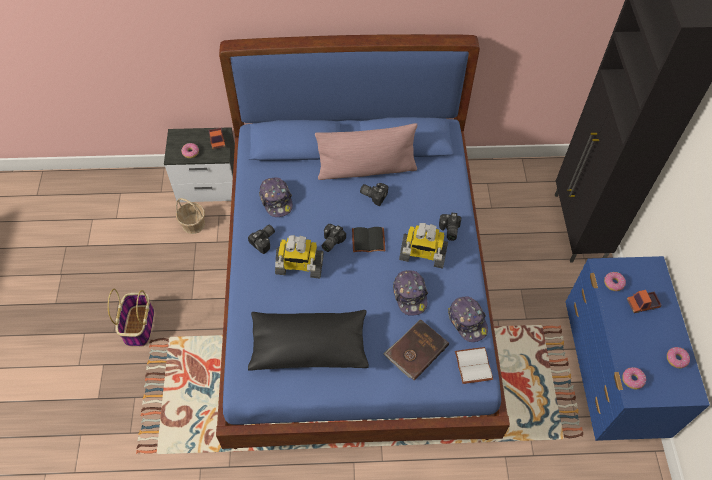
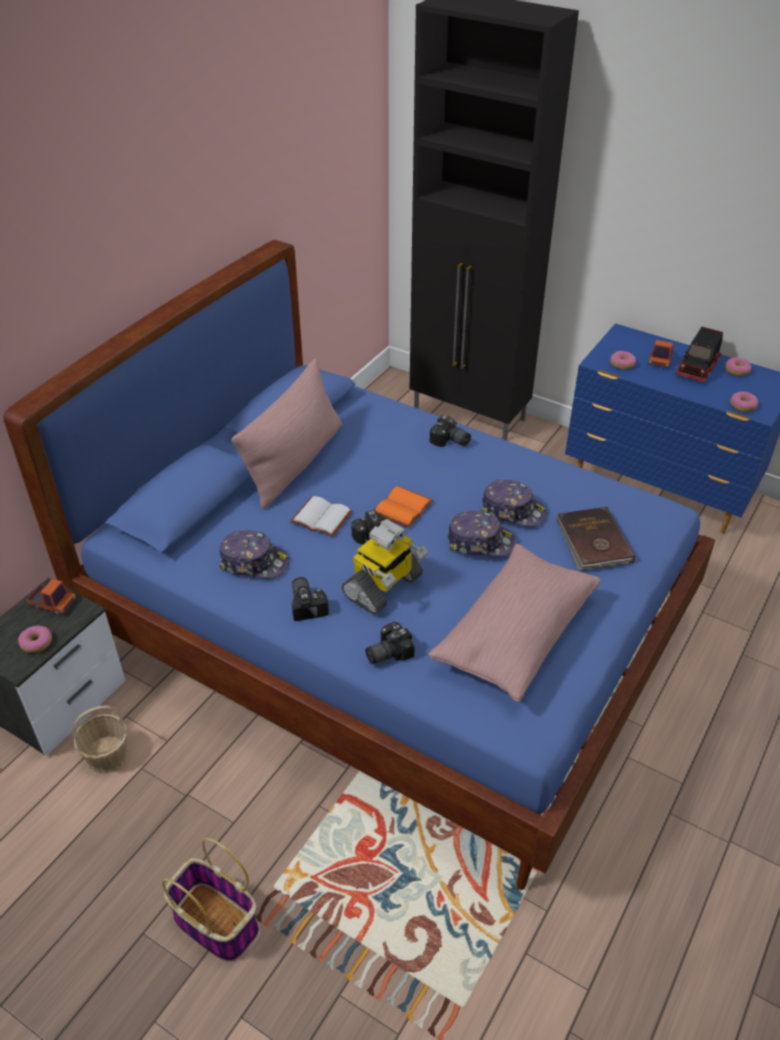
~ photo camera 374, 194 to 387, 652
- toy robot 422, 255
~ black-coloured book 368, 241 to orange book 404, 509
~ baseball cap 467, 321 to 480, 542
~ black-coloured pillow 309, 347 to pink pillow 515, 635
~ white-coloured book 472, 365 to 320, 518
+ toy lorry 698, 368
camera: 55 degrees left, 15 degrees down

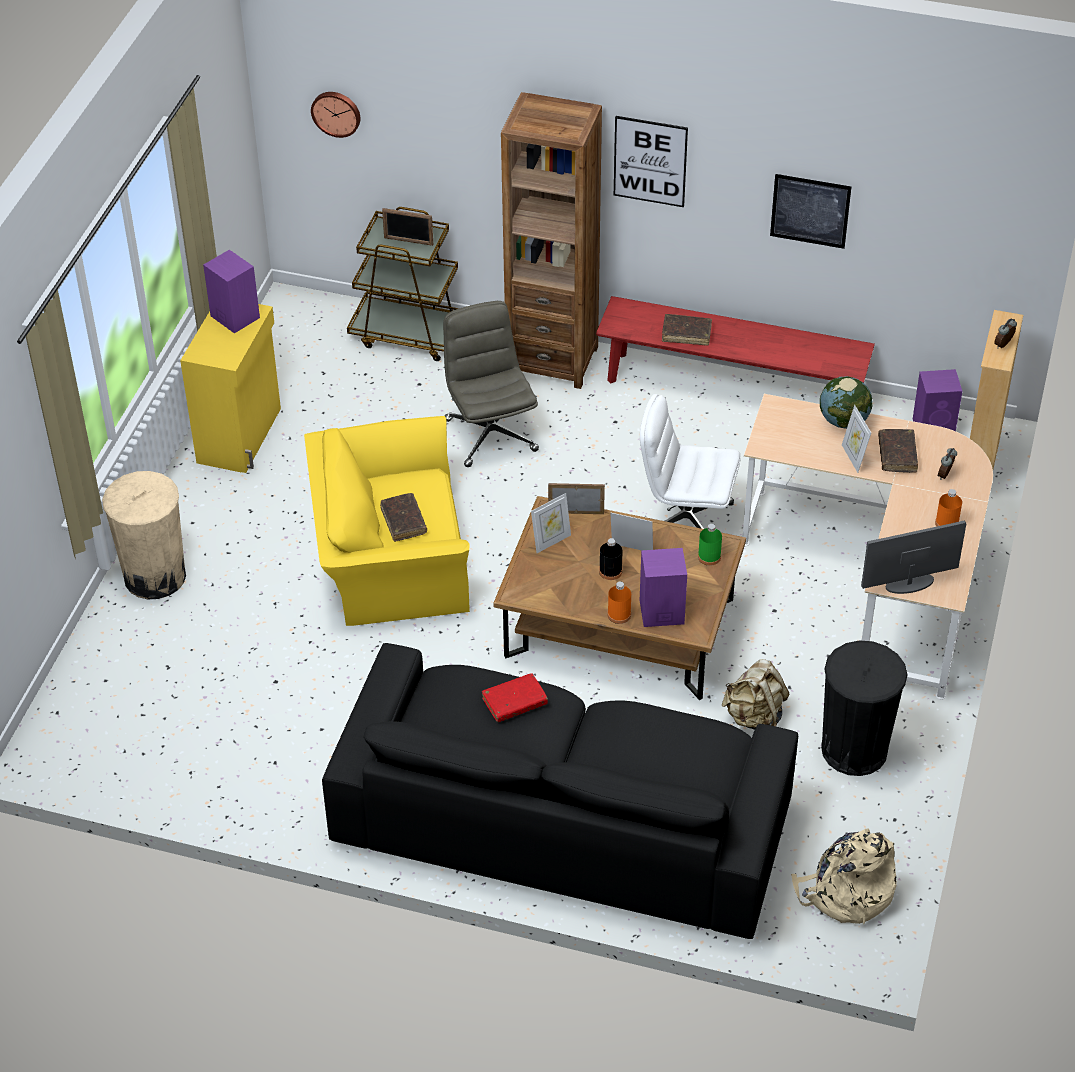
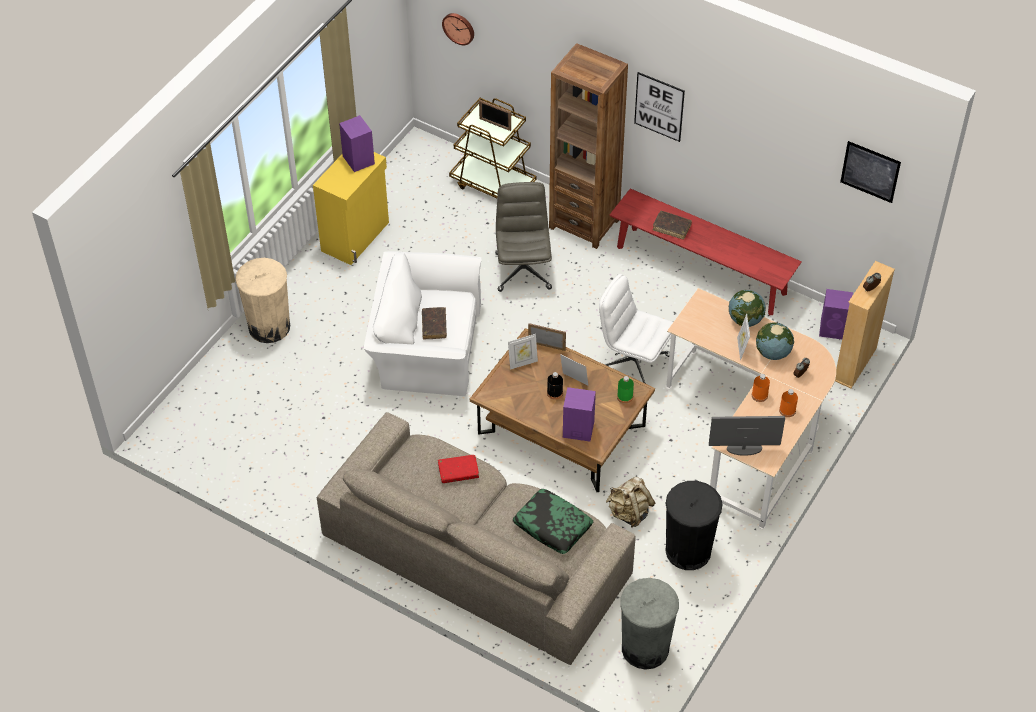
~ wall art 810, 210 to 870, 171
~ yellow lounge chair 389, 555 to white-coloured lounge chair 426, 344
~ brown book 897, 455 to globe 772, 353
~ orange drink bottle 619, 615 to 759, 395
~ black-coloured settee 563, 818 to beige settee 477, 553
~ beige knapsack 846, 893 to gray trash can 645, 648
+ pillow 552, 526
camera: 15 degrees right, 5 degrees up

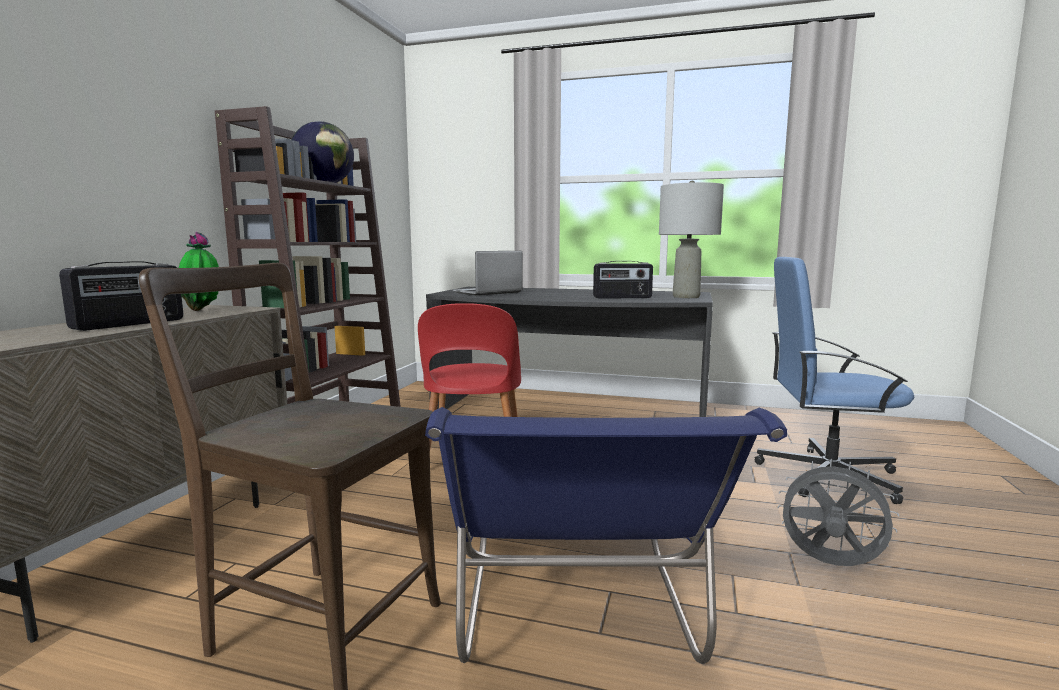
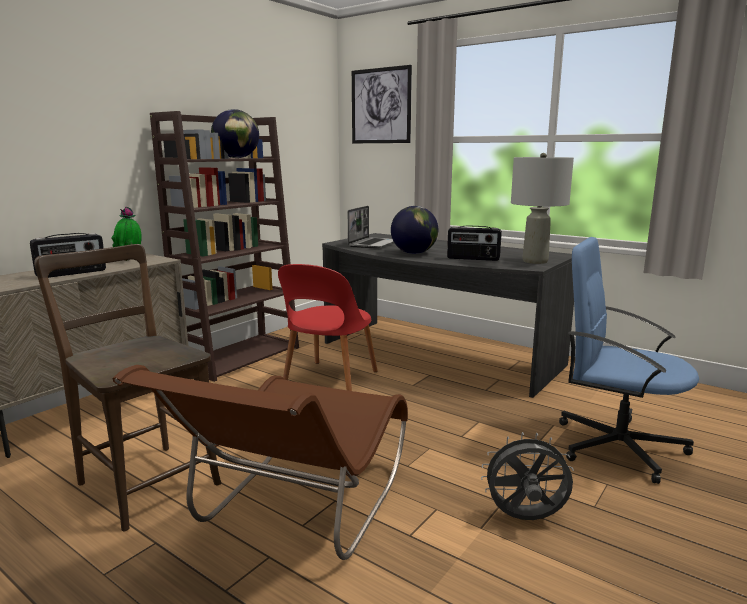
~ laptop 487, 292 = 373, 244 135 degrees clockwise
~ blue upright chair 576, 620 to brown upright chair 295, 513
~ gray fan 829, 565 = 525, 519 45 degrees counterclockwise
+ wall art 380, 106
+ globe 414, 253
camera: 20 degrees right, 5 degrees up

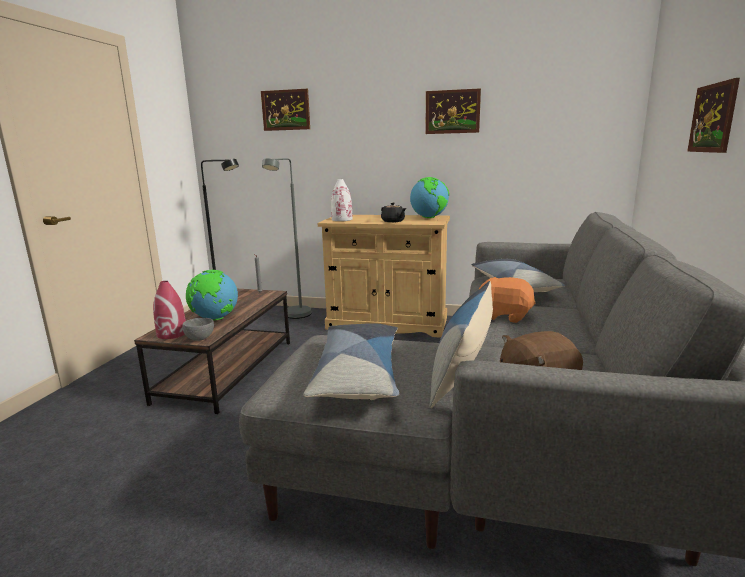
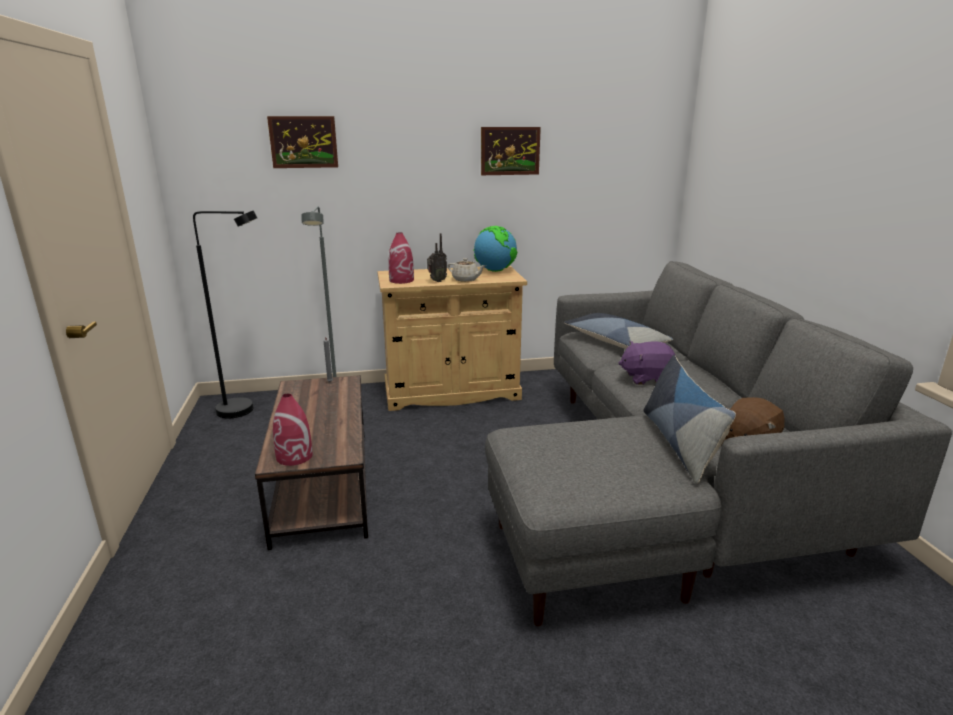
- wall art 713, 118
~ white-coloured flower vase 342, 219 to reddish flower vase 401, 280
~ black-coloured tea pot 393, 221 to beige tea pot 466, 279
- globe 215, 319
~ orange soft toy 504, 316 to purplish soft toy 646, 378
- gray deep dish 199, 339
- pillow 358, 373
+ radio 436, 281
camera: 25 degrees left, 5 degrees up

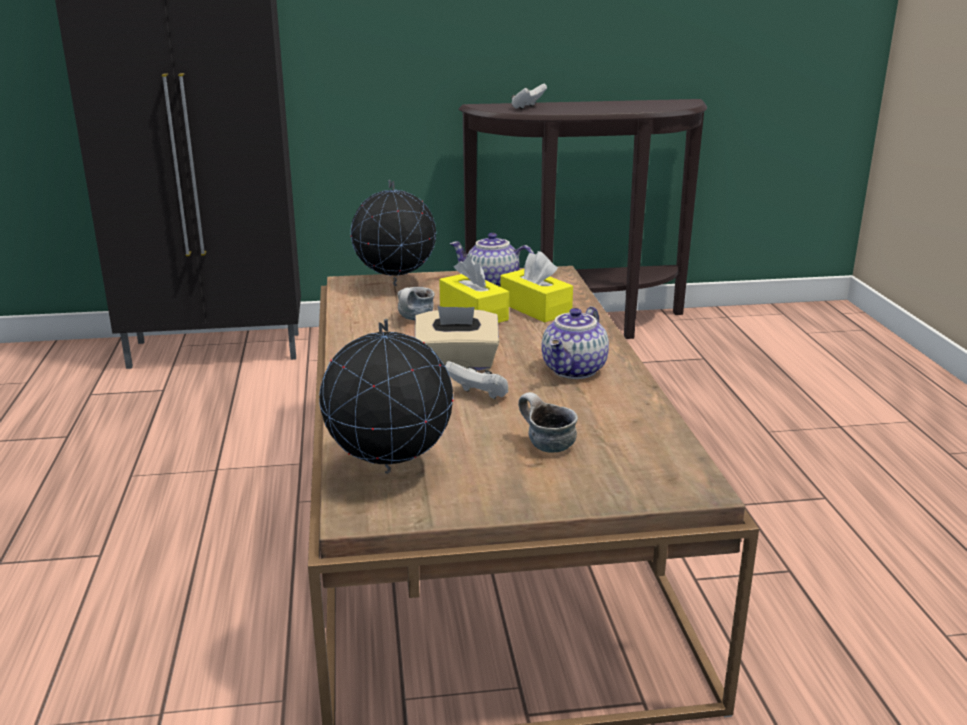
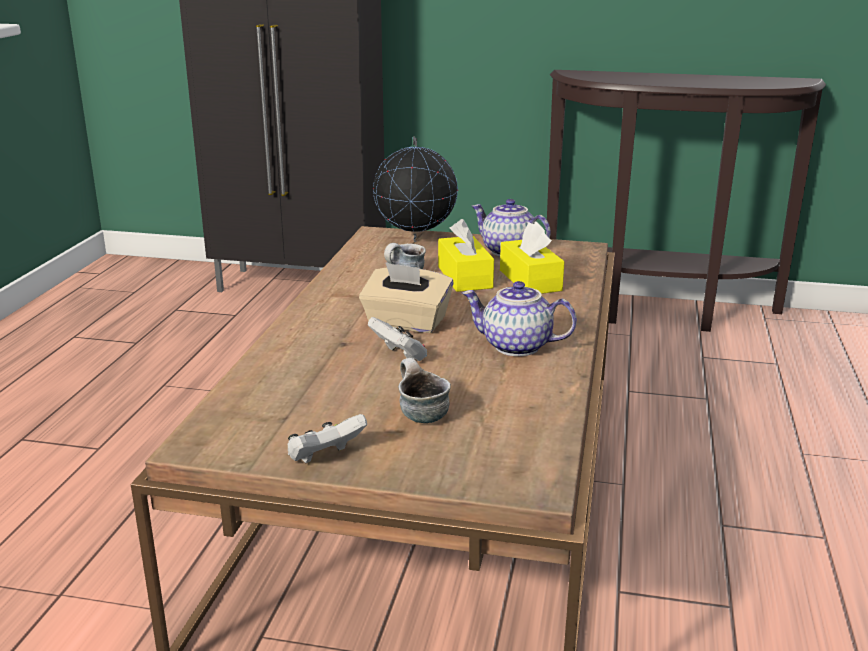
~ white-coloured gamepad 527, 108 to 325, 457
~ tea pot 575, 370 = 515, 347 60 degrees clockwise
- globe 390, 472
camera: 20 degrees right, 0 degrees up

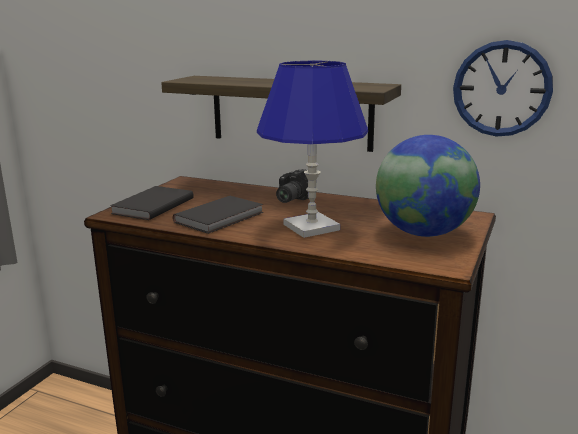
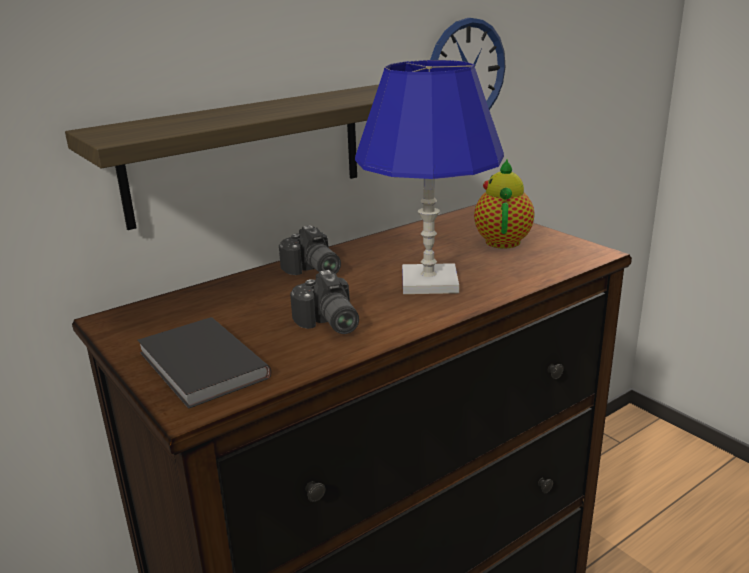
~ globe 423, 233 to tea pot 502, 240
~ black-coloured book 221, 217 to photo camera 327, 324
camera: 60 degrees left, 5 degrees up

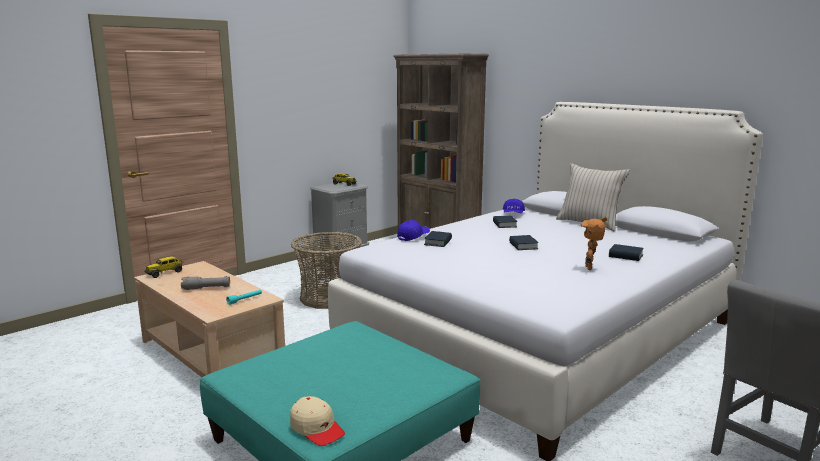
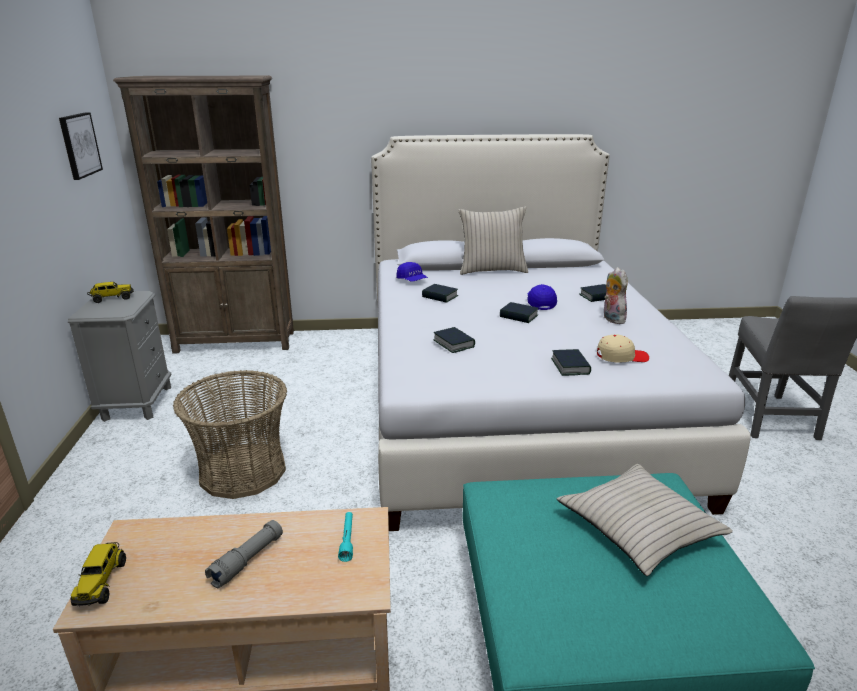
~ toy robot 591, 268 to soft toy 611, 319
~ blue baseball cap 413, 237 to 540, 303
~ beige baseball cap 317, 428 to 621, 356
+ wall art 79, 145
+ book 570, 366
+ beige pillow 638, 528
camera: 50 degrees left, 10 degrees up

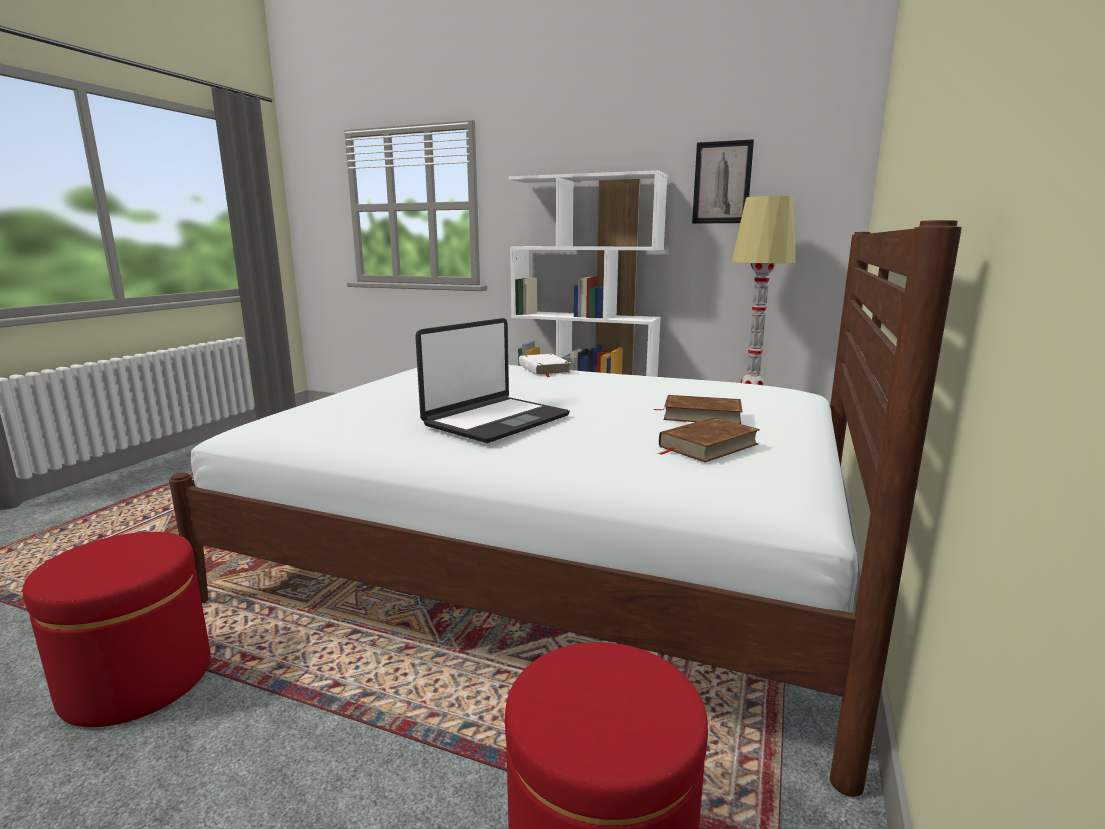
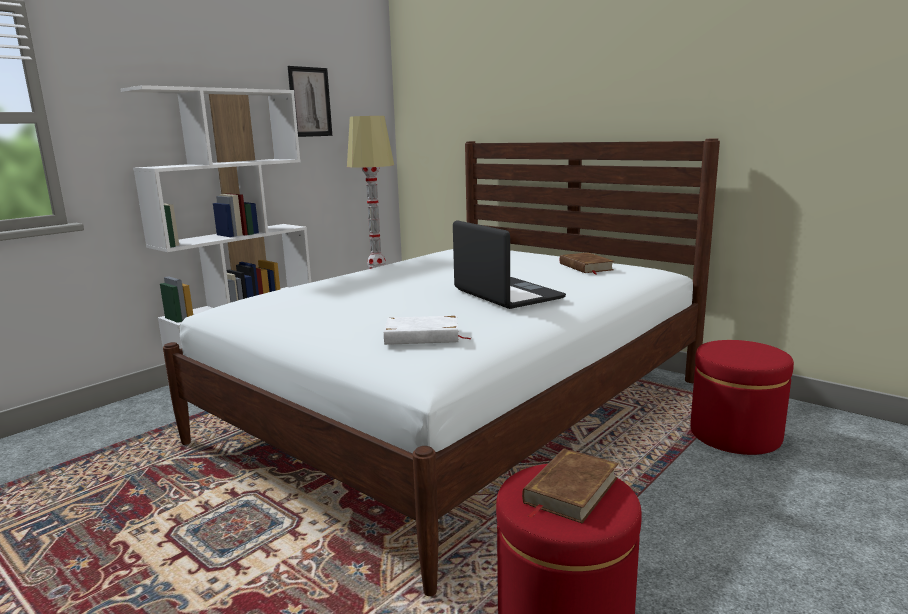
~ white-coloured book 544, 369 to 422, 336
~ brown book 701, 415 to 570, 490
camera: 70 degrees left, 0 degrees up

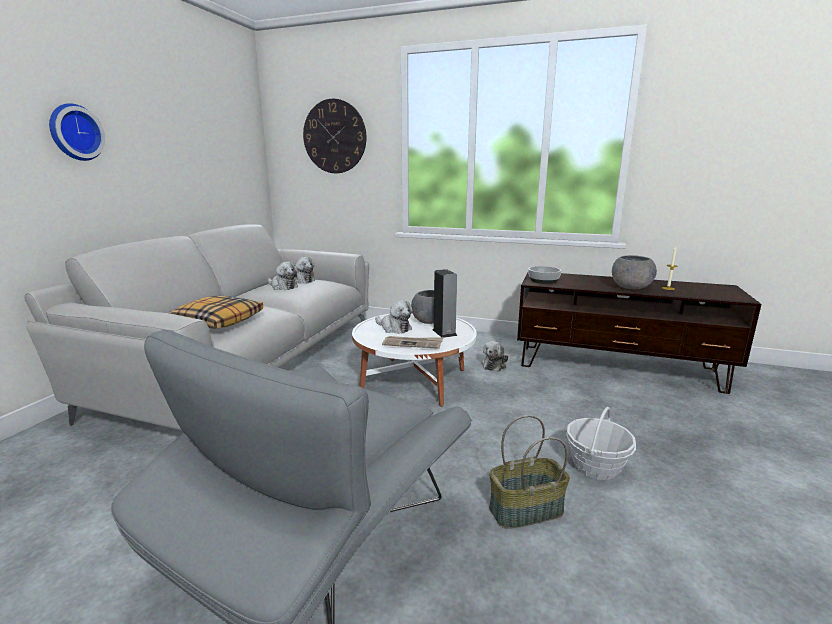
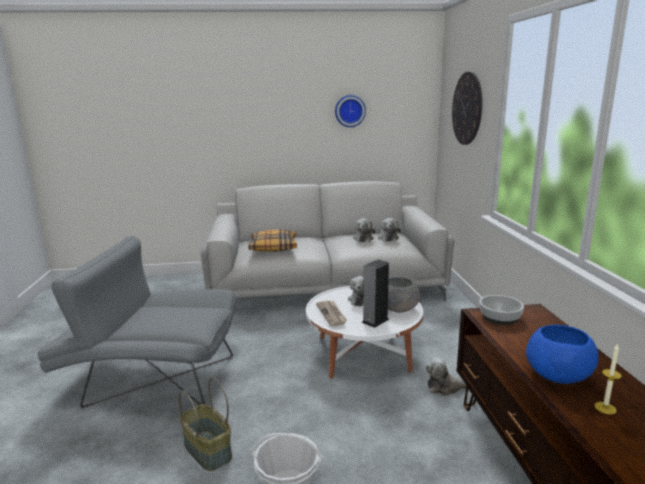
~ wall clock 74, 132 to 349, 111
~ gray deep dish 631, 287 to blue deep dish 557, 376
camera: 65 degrees right, 0 degrees up

